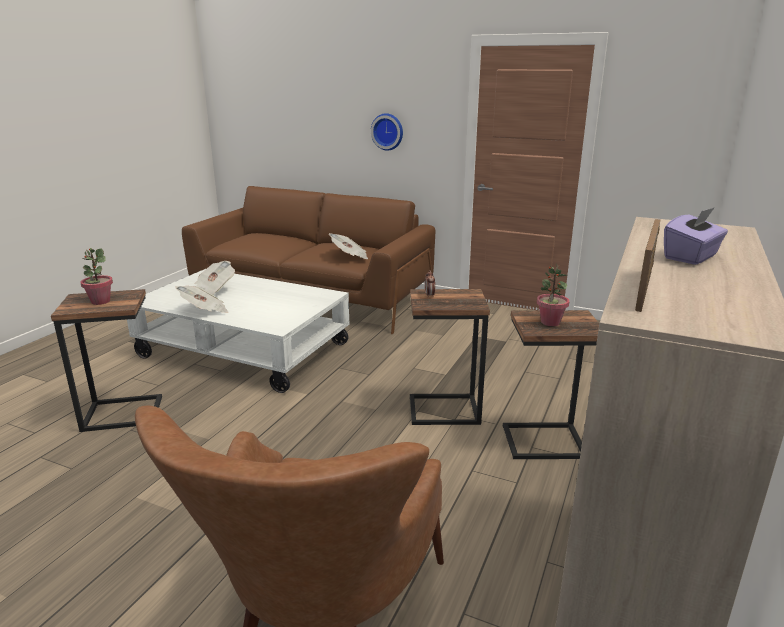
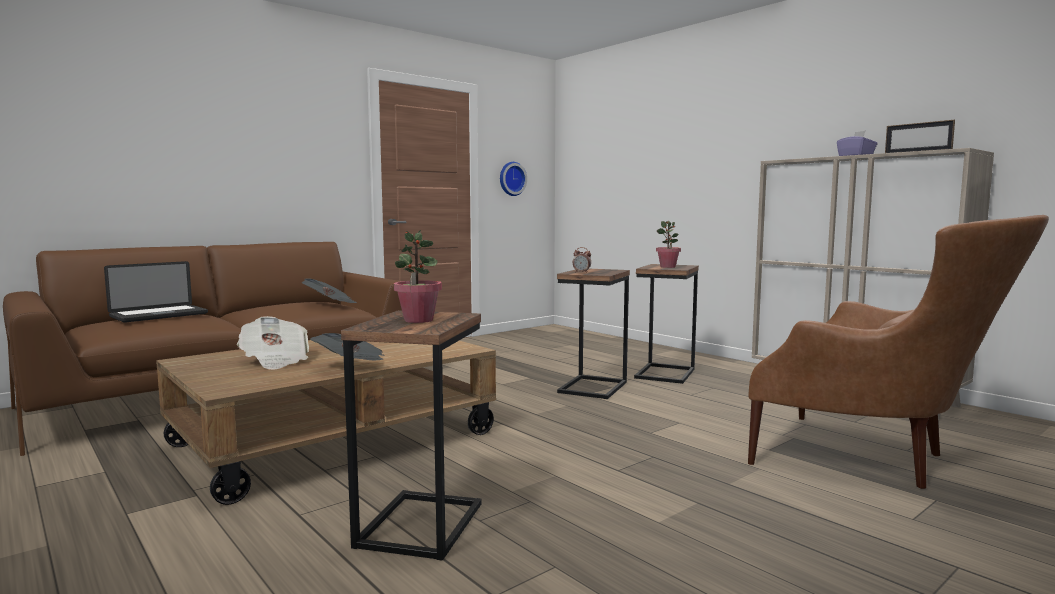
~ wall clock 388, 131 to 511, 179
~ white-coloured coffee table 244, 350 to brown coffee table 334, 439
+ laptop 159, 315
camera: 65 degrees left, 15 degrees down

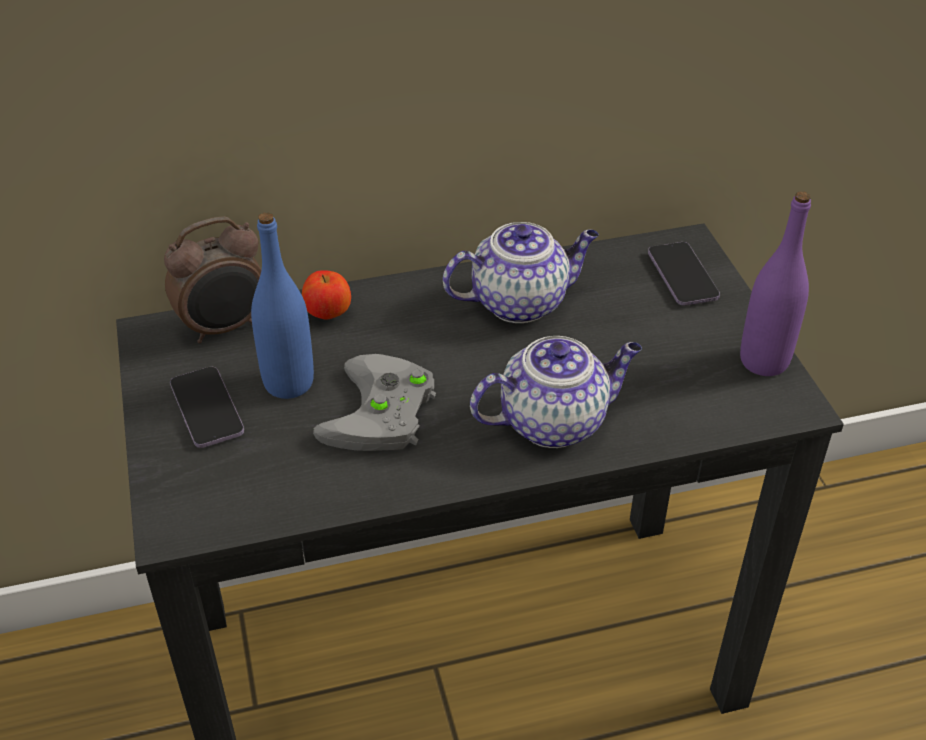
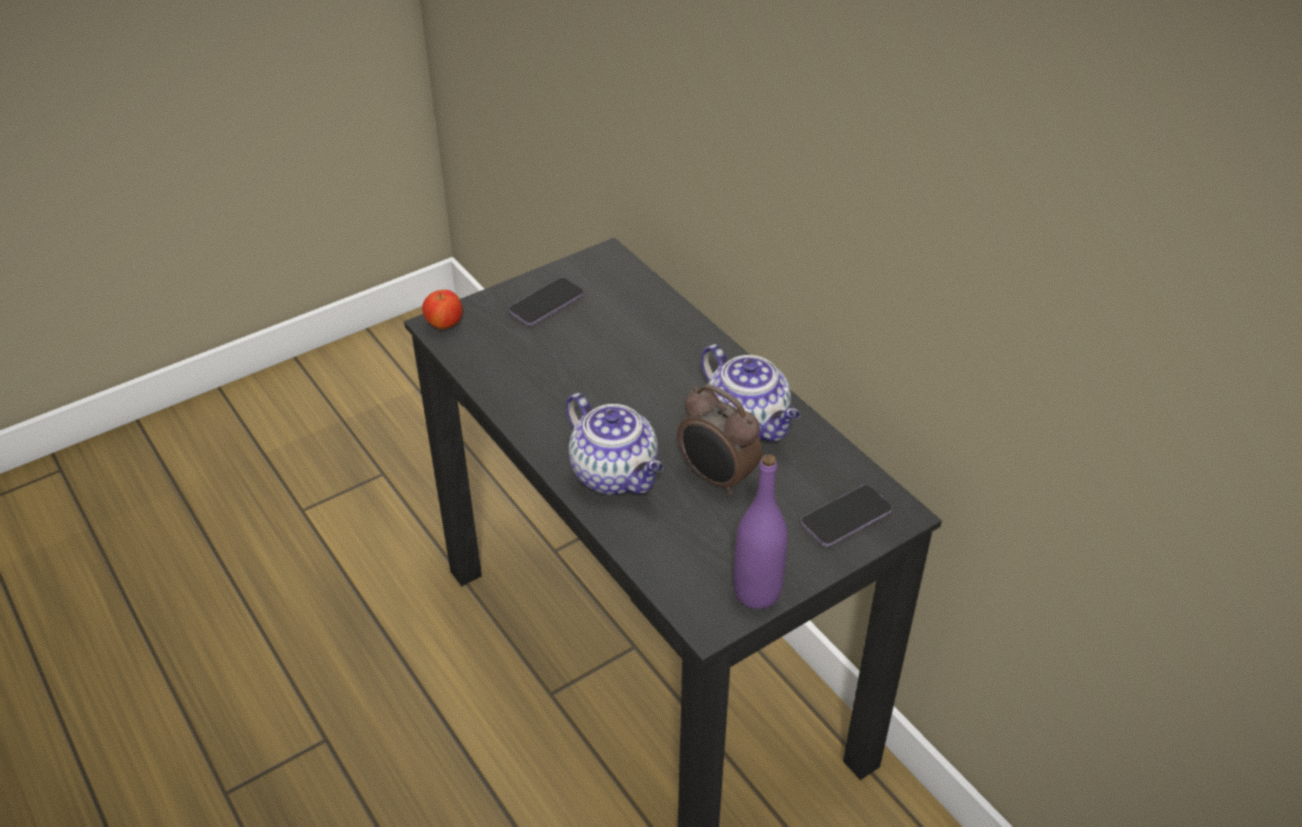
- blue drink bottle 288, 383
~ table clock 224, 328 to 716, 478
~ whole apple 328, 314 to 444, 325
- gray gamepad 381, 415
camera: 70 degrees right, 0 degrees up

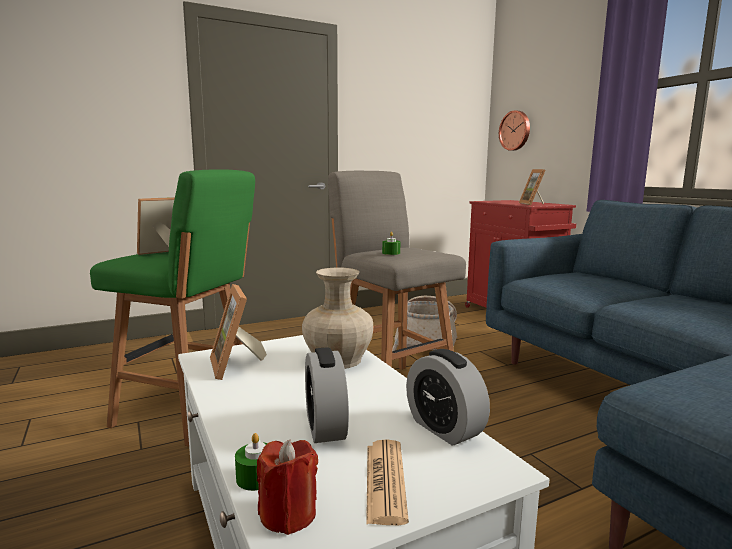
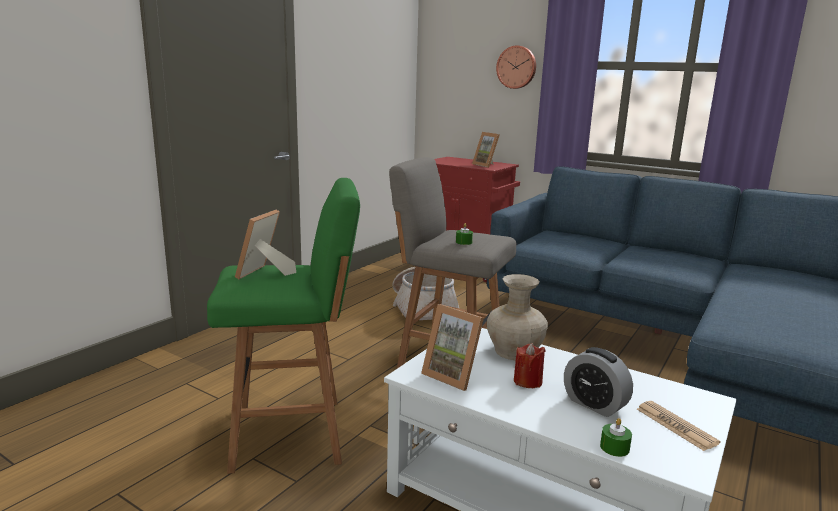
~ wall clock 515, 130 to 517, 67
- table clock 444, 428
~ reddish wax candle 288, 514 to 527, 381
camera: 30 degrees left, 5 degrees up

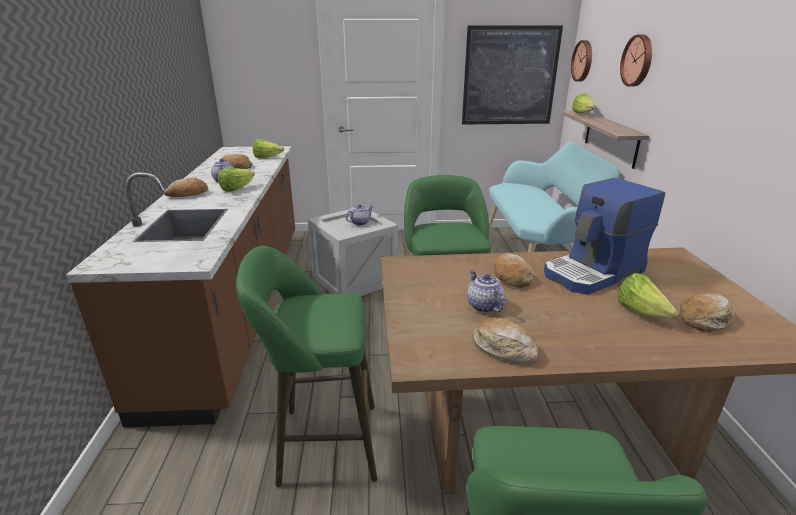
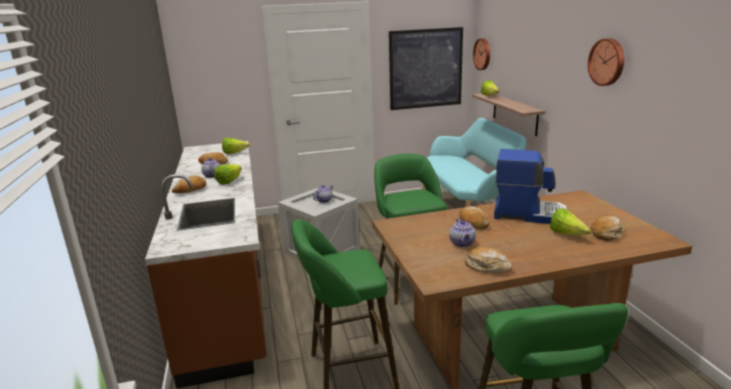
~ wall clock 638, 60 to 607, 62
~ coffee maker 594, 273 = 528, 213 120 degrees counterclockwise
~ tea pot 483, 306 = 462, 243 150 degrees counterclockwise
camera: 10 degrees left, 5 degrees down

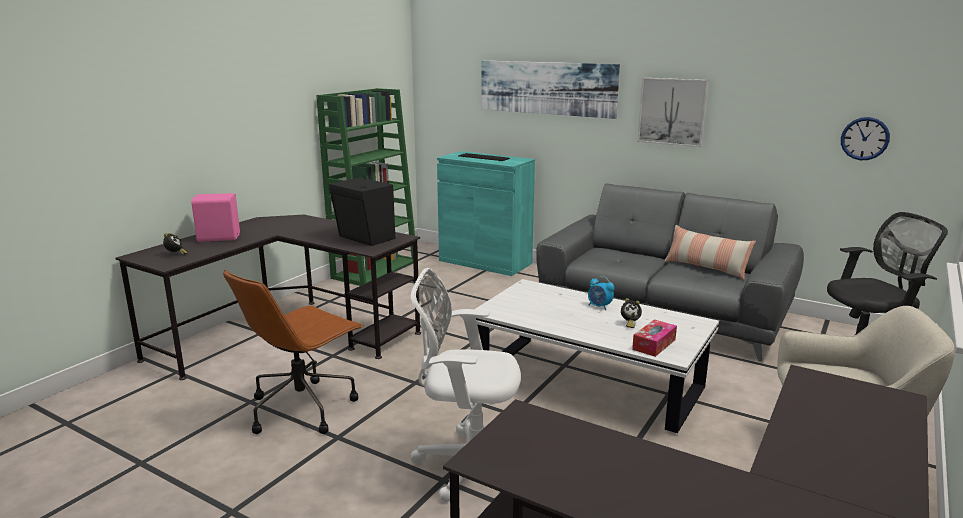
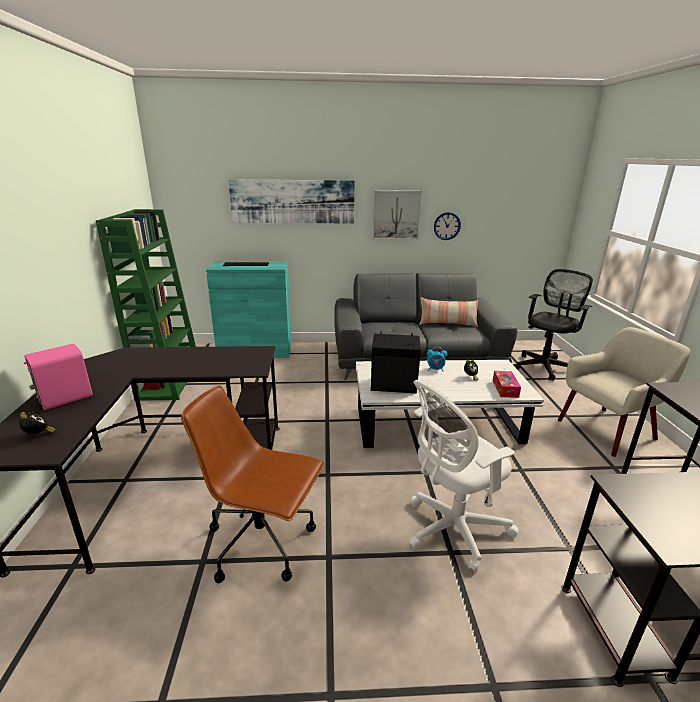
~ wall clock 864, 138 to 447, 226
~ black-coloured loudspeaker 365, 238 to 394, 386
~ brown office chair 303, 407 = 263, 542 105 degrees clockwise
camera: 35 degrees left, 5 degrees up

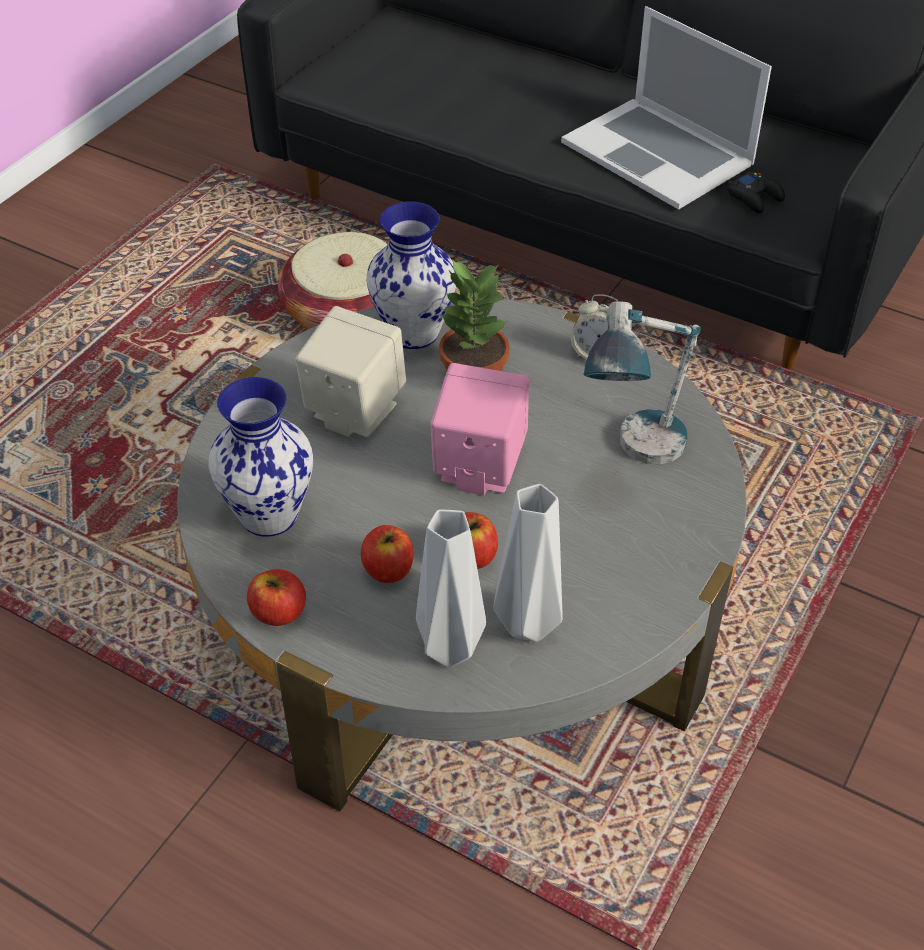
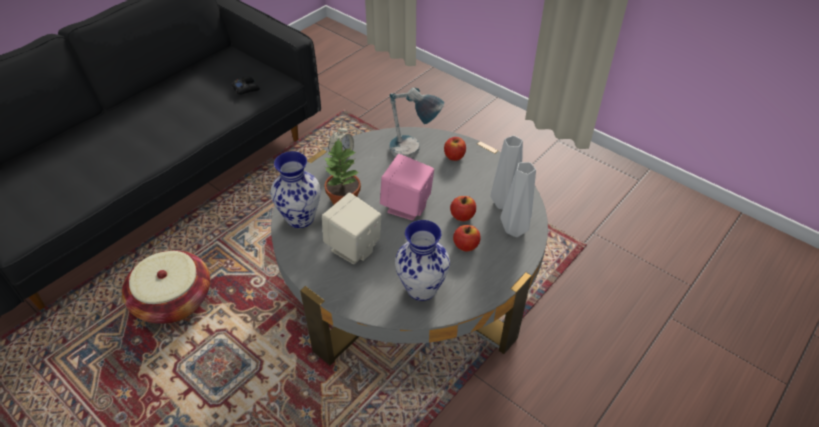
- laptop 658, 152
~ whole apple 279, 612 to 454, 156
camera: 80 degrees left, 0 degrees up

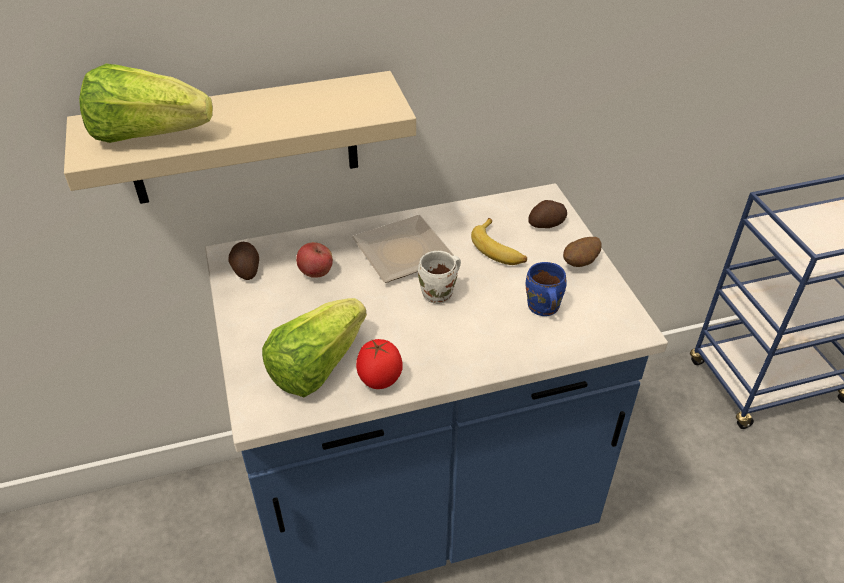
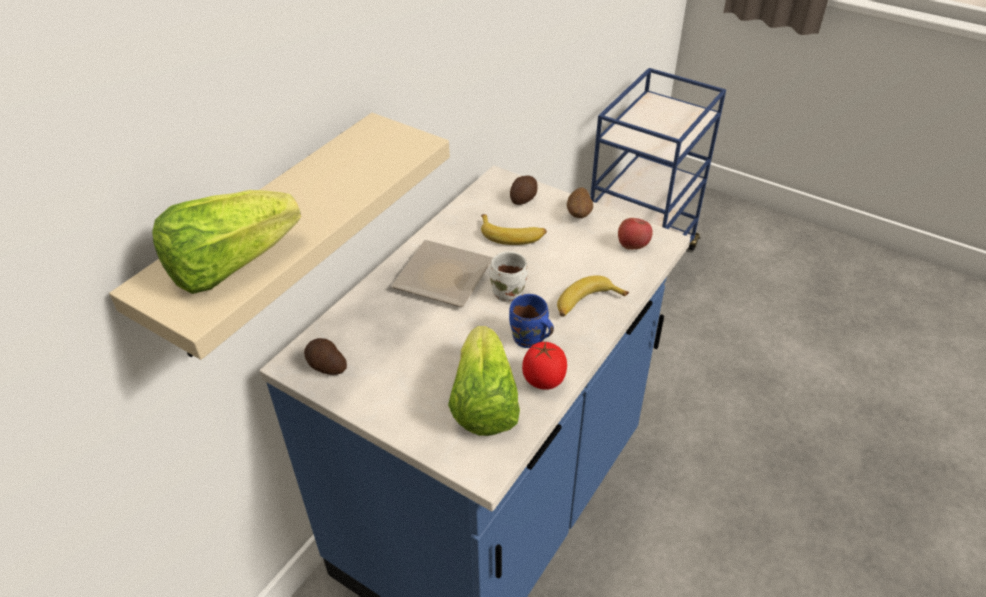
~ whole apple 316, 273 to 632, 245
~ blue mug 541, 308 to 529, 340
+ whole banana 586, 303
camera: 40 degrees left, 0 degrees up

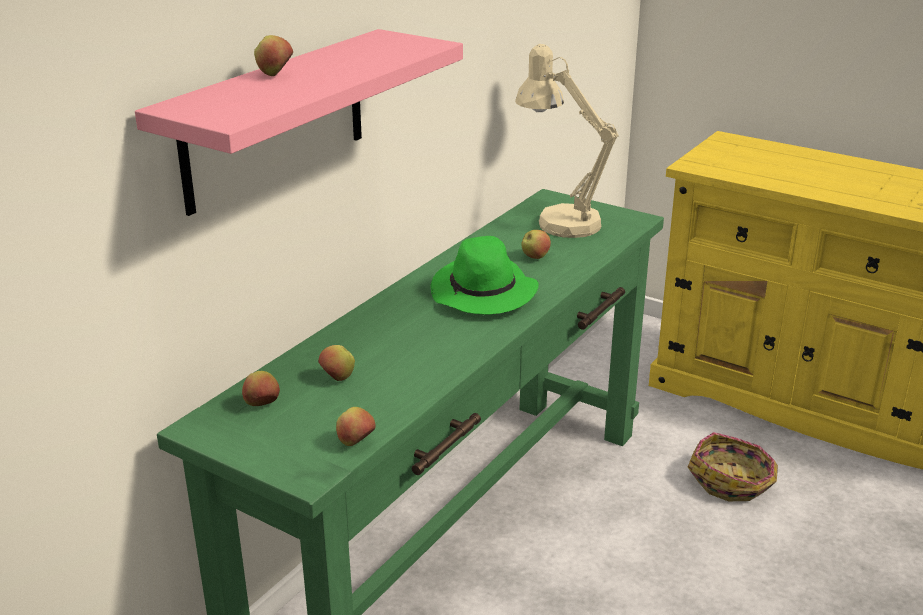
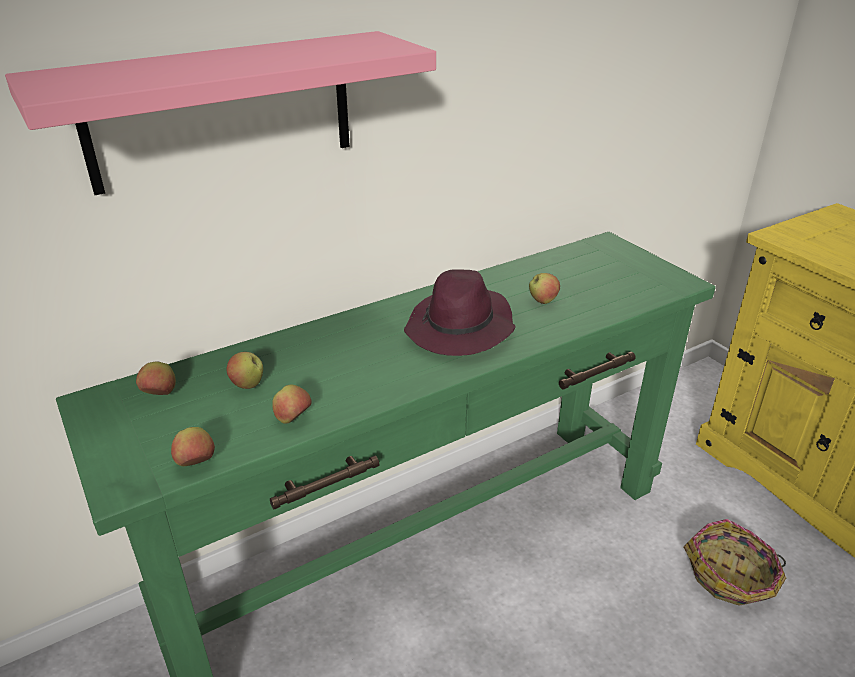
~ whole apple 275, 75 to 293, 419
- beige tabletop lamp 559, 221
~ green-coloured wearable hat 484, 293 to purplish wearable hat 460, 329
camera: 25 degrees right, 5 degrees up

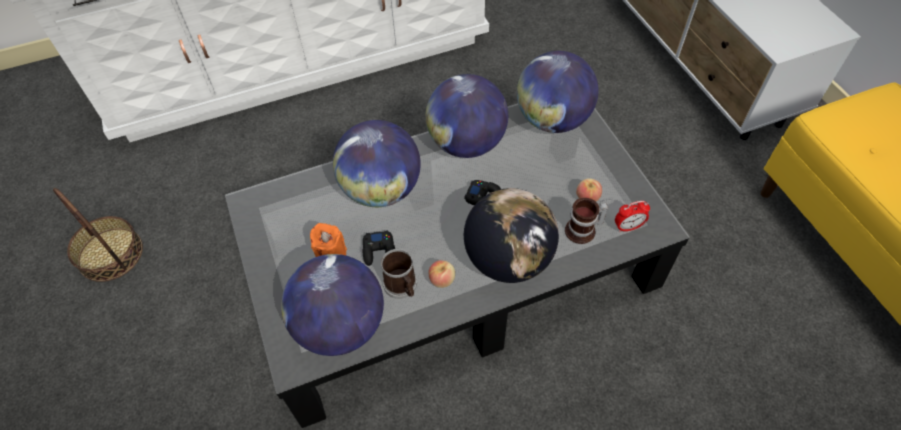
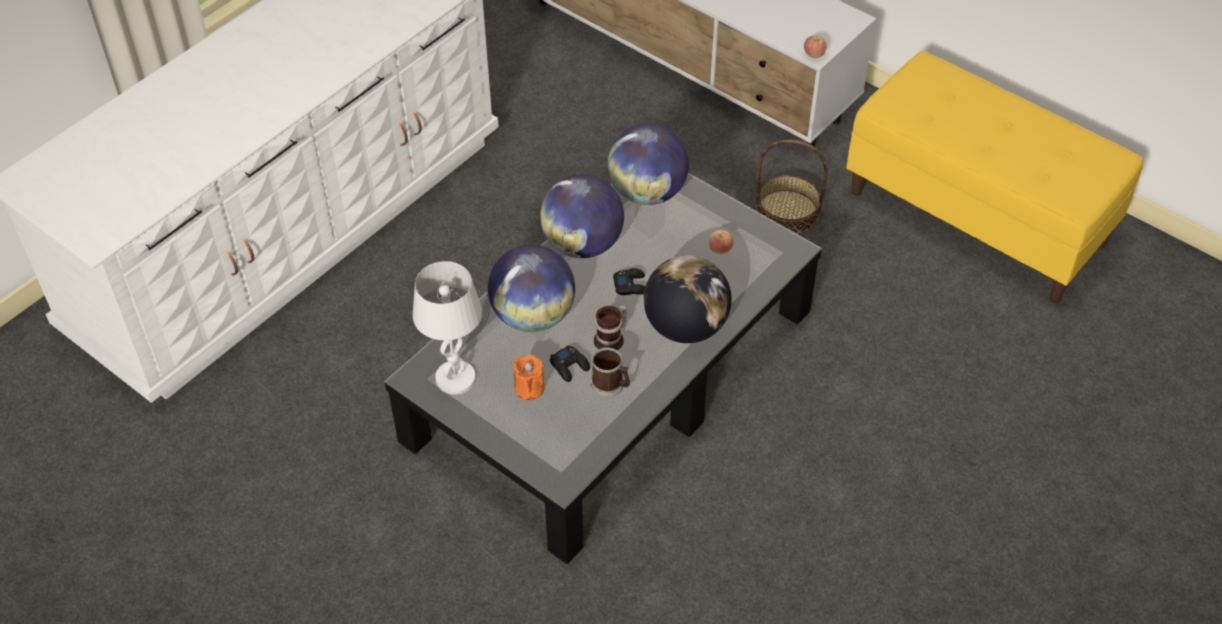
~ household basket 111, 254 to 787, 212
~ mug 583, 231 to 612, 339
- table clock 628, 227
- globe 340, 326
~ whole apple 442, 280 to 814, 54
+ white-coloured tabletop lamp 455, 379
camera: 30 degrees left, 5 degrees down

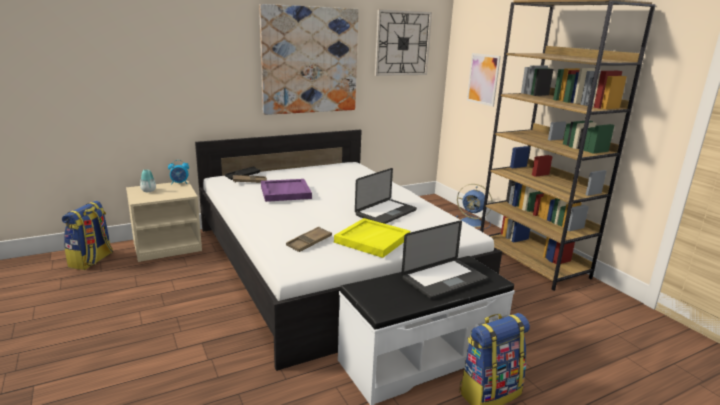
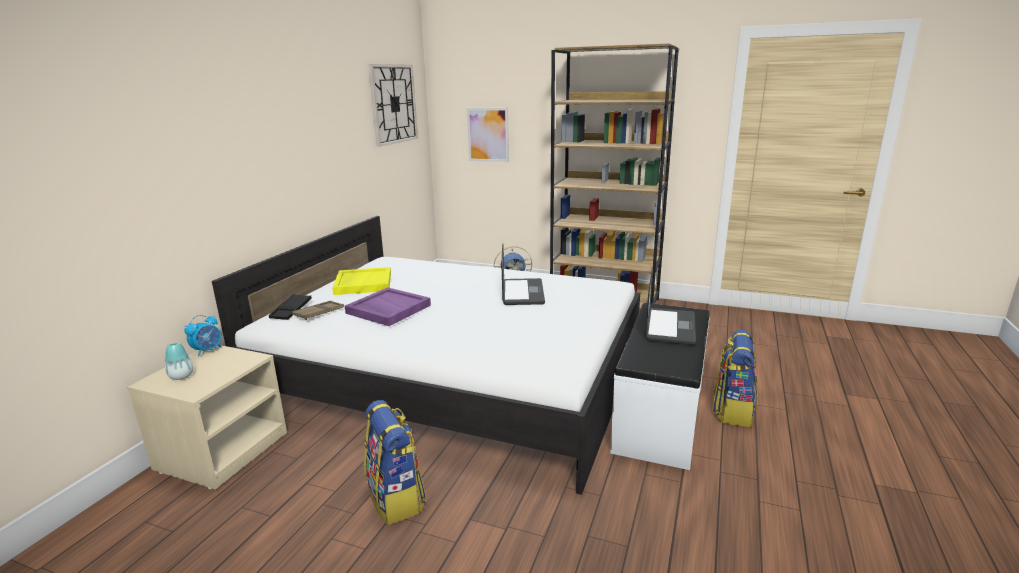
- wall art 310, 60
~ knapsack 92, 261 to 396, 498
~ yellow serving tray 372, 239 to 363, 283
- brown serving tray 309, 242
camera: 40 degrees left, 0 degrees up

